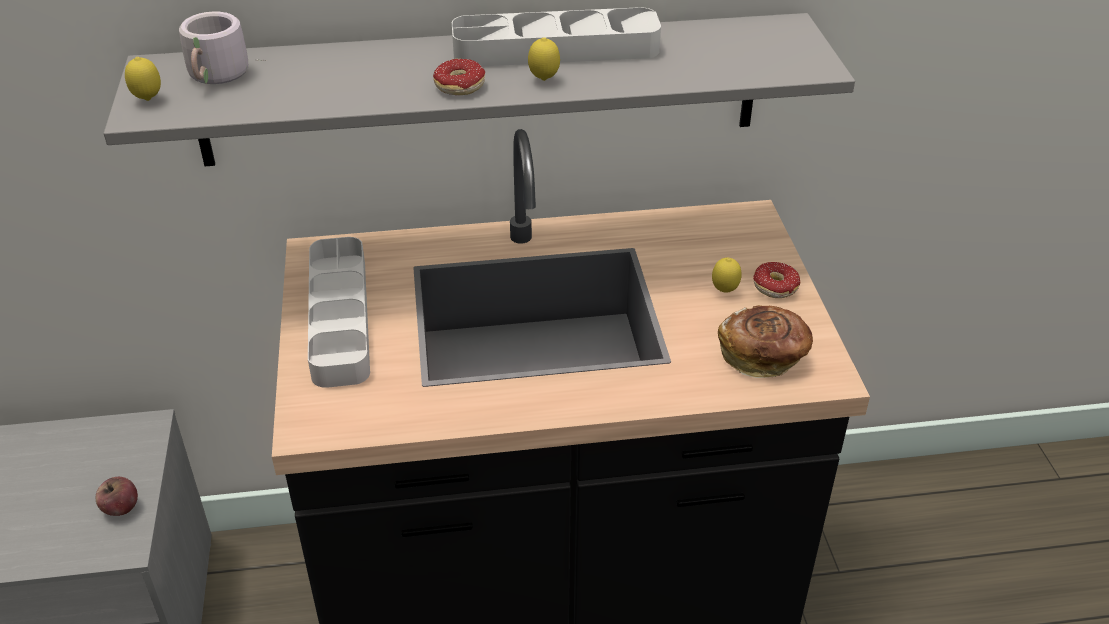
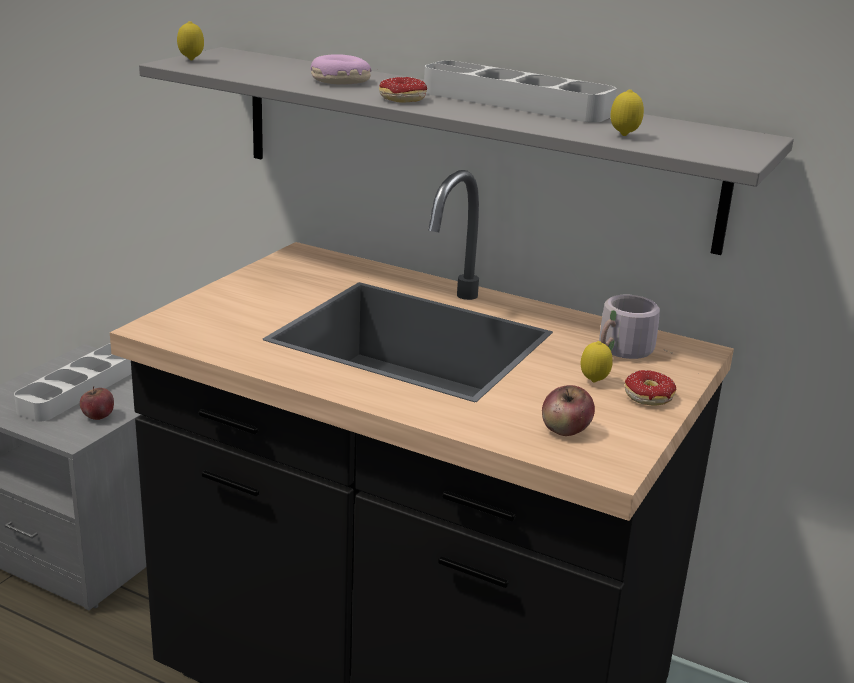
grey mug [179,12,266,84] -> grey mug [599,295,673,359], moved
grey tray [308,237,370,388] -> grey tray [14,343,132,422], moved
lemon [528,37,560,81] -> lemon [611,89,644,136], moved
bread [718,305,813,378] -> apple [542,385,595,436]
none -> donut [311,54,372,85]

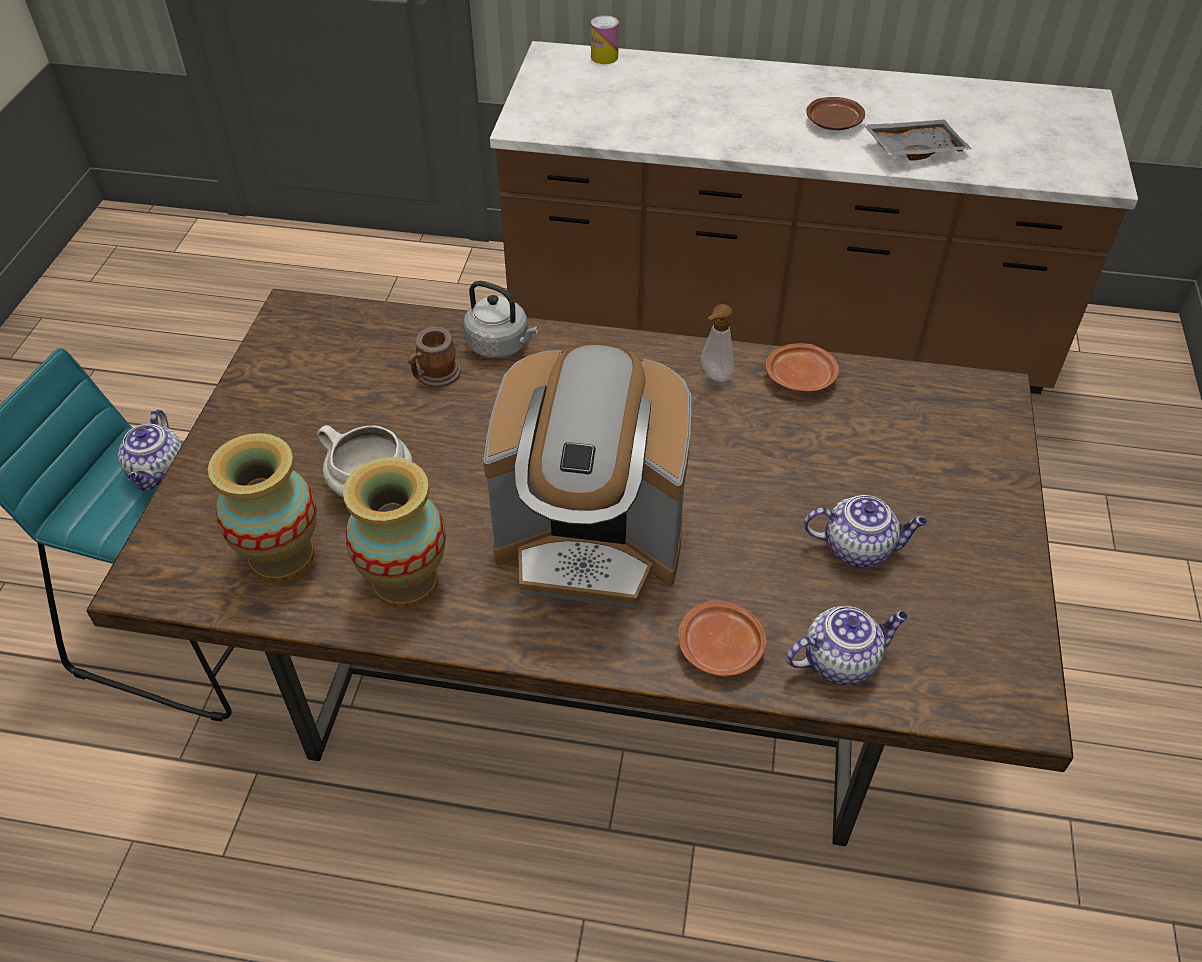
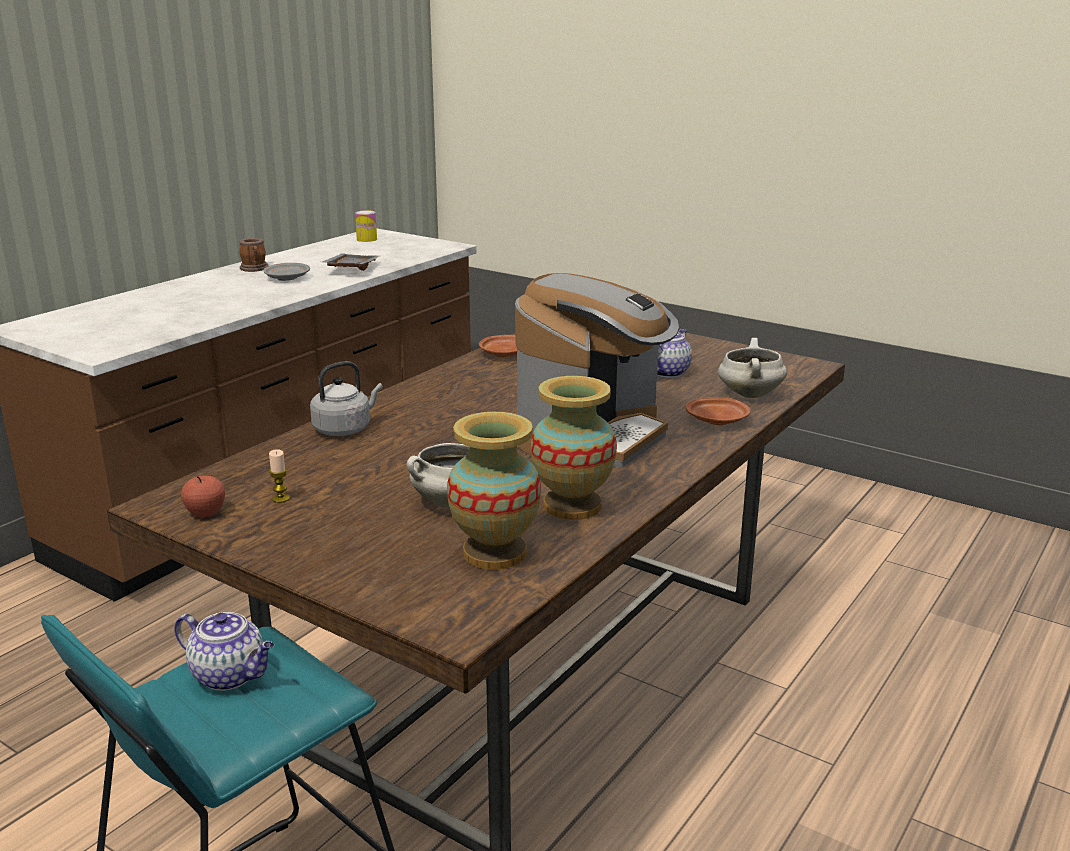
mug [408,327,461,387] -> mug [239,238,268,272], moved
can [591,15,619,64] -> can [355,210,377,242], moved
soap dispenser [701,304,734,382] -> none
teapot [786,606,908,685] -> white cooking pot [718,338,787,398]
brown plate [806,97,865,130] -> grey plate [263,263,310,281]
none -> apple [181,475,225,517]
none -> candle [269,449,290,503]

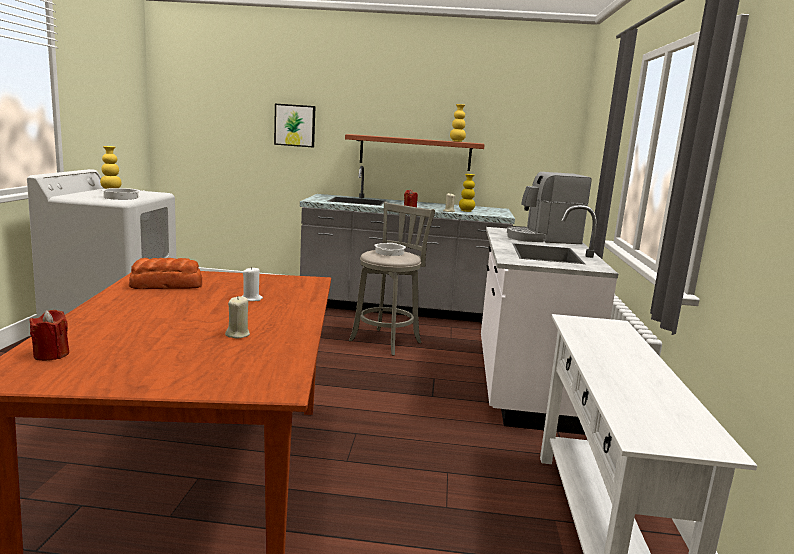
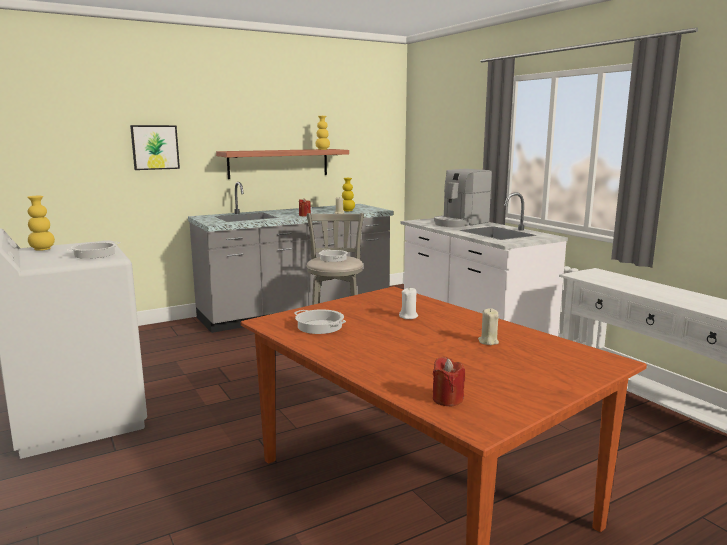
bread [129,258,202,289] -> cooking pot [294,309,346,334]

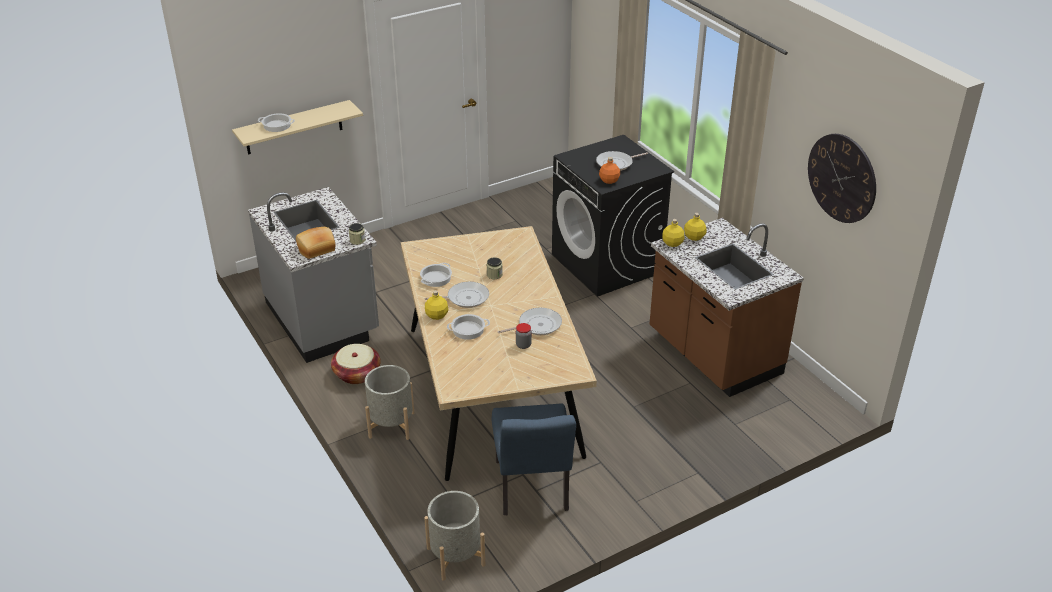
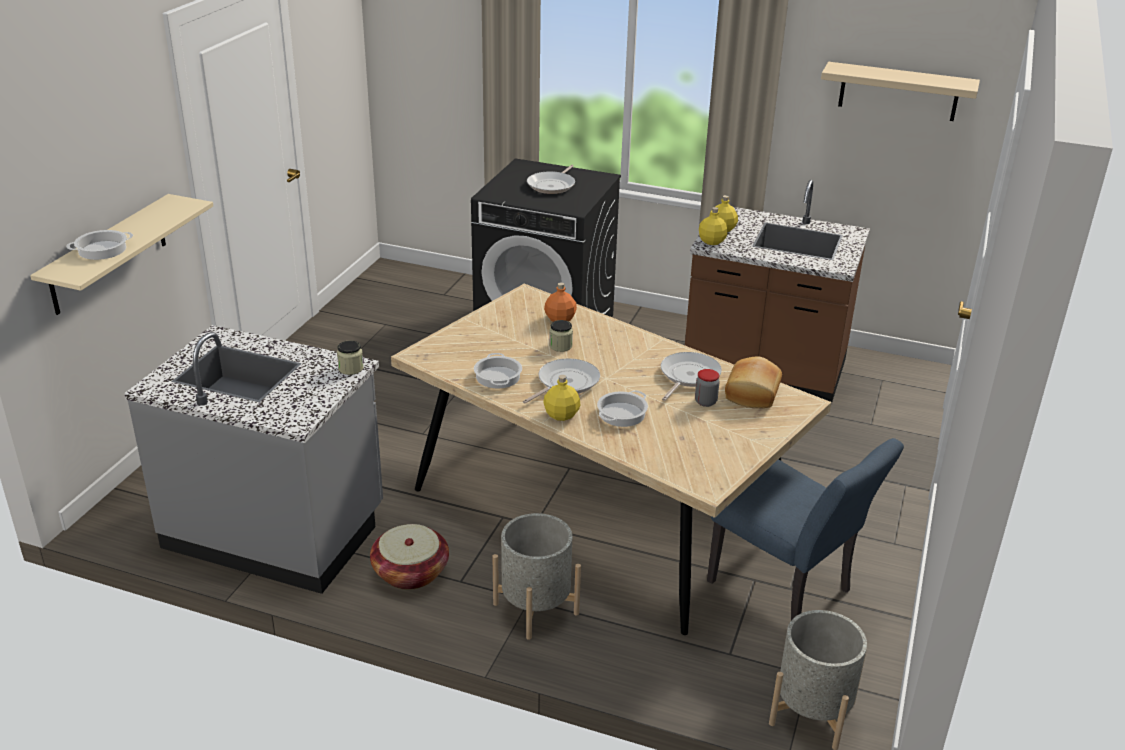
bread [296,227,336,259] -> bread [725,356,782,408], moved
orange bottle [599,157,620,184] -> orange bottle [544,283,577,322], moved
wall clock [808,134,876,223] -> beige shelf [821,62,980,121]

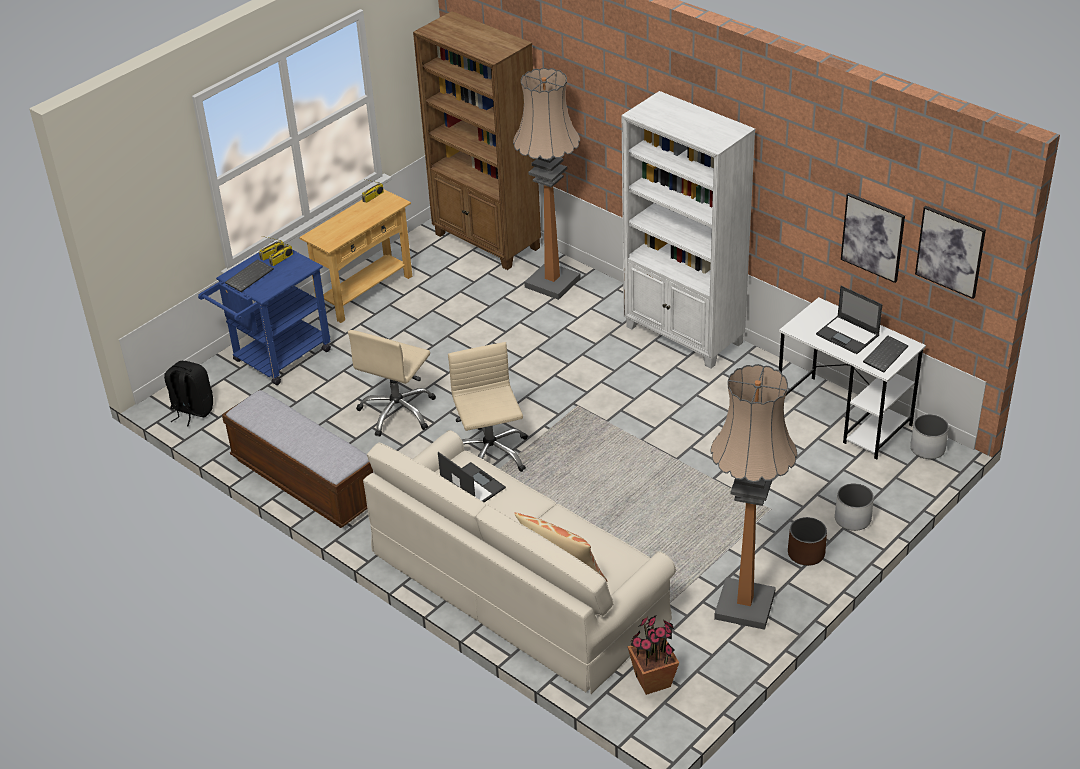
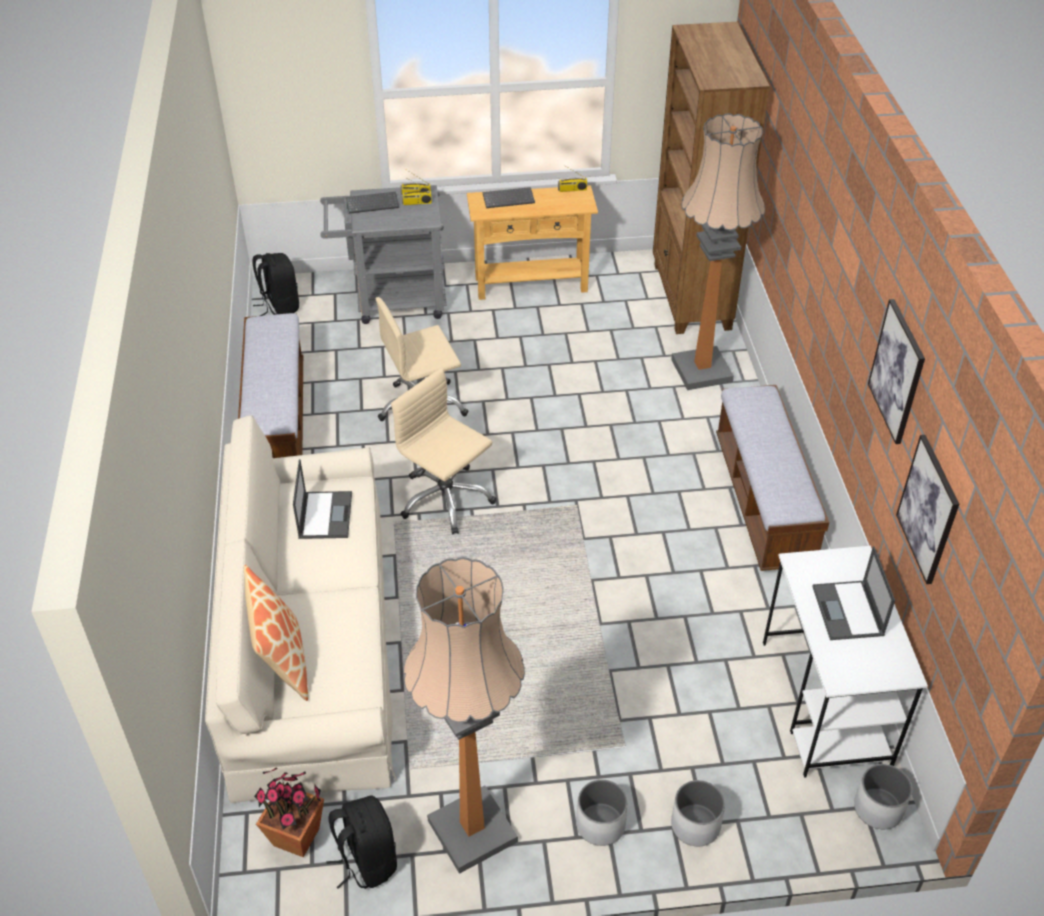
blue cart [198,242,331,385] -> grey cart [320,185,447,324]
beige office chair [448,342,528,472] -> beige office chair [391,368,496,535], 75 degrees counterclockwise
white bookcase [622,91,755,369] -> bench [716,385,829,571]
brown planter [788,517,827,566] -> white planter [576,779,628,846]
keyboard [863,336,908,373] -> keyboard [483,187,535,208], moved
picture [915,206,986,299] -> picture [868,299,925,444], moved
none -> black backpack [326,795,397,889]

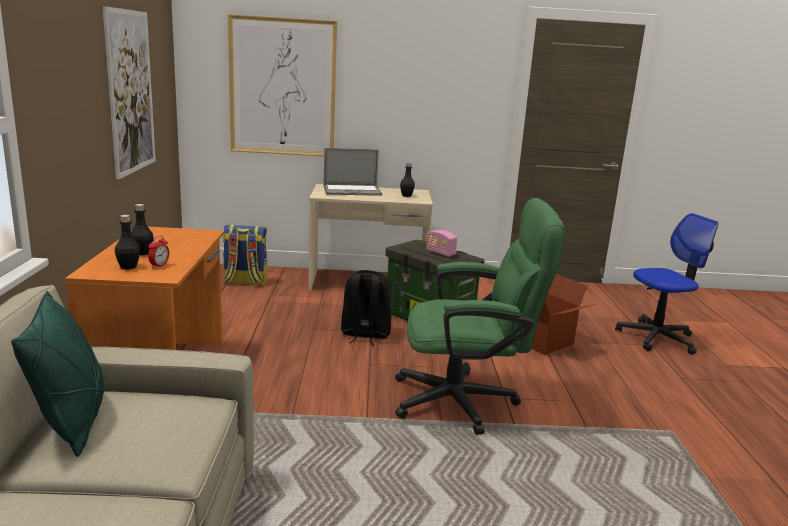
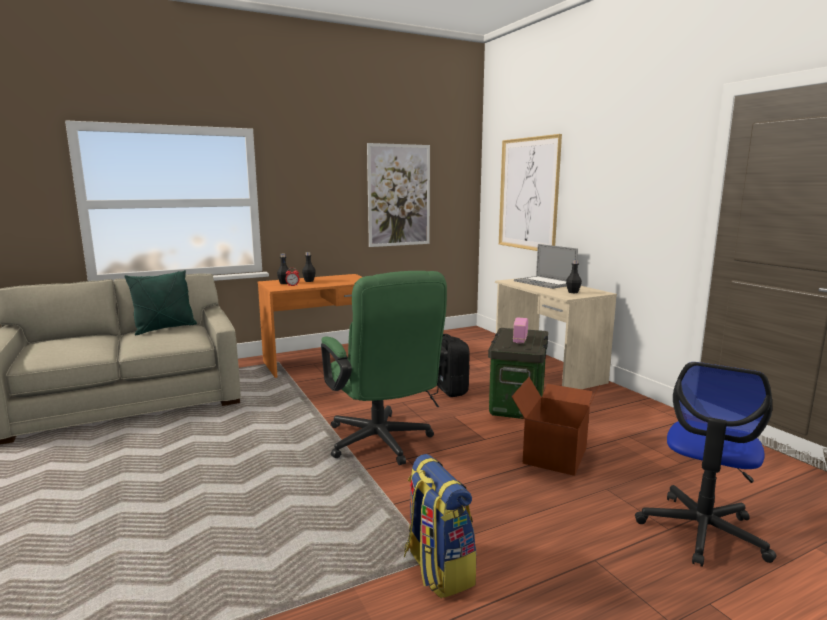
backpack [223,225,267,286] -> backpack [404,454,477,599], moved
office chair [615,213,718,355] -> office chair [635,362,776,567], 75 degrees clockwise

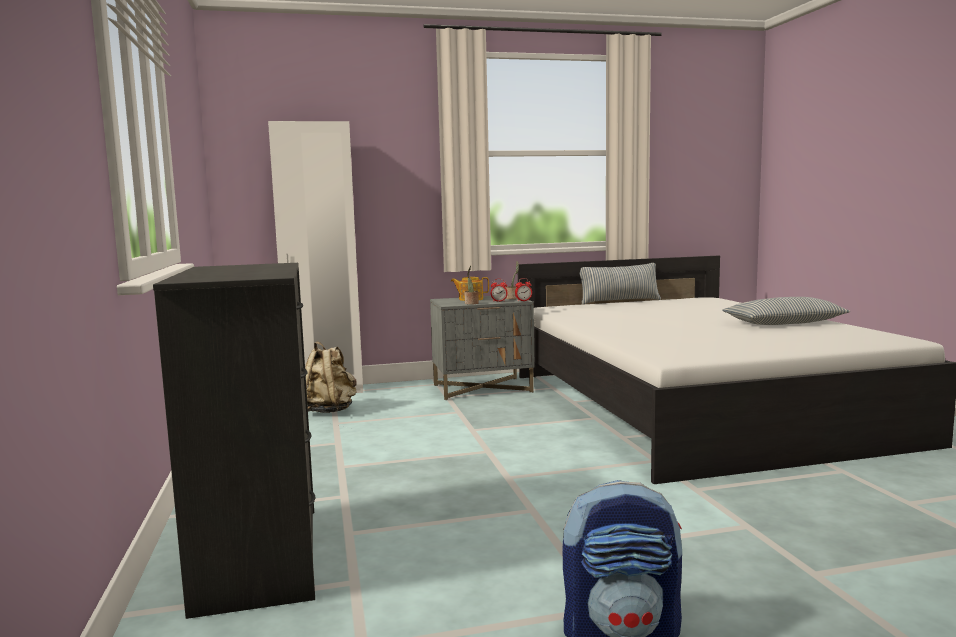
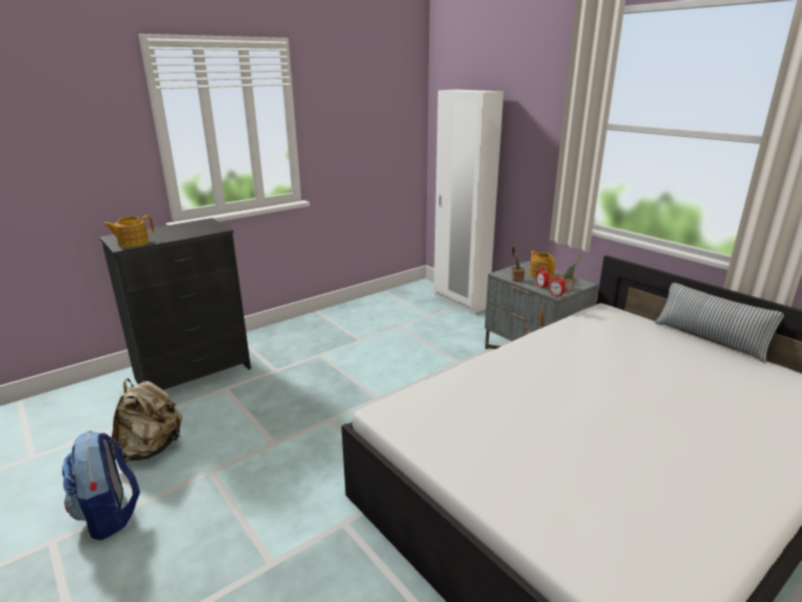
beige backpack [305,342,357,413] -> beige backpack [110,379,182,463], moved
pillow [722,297,850,325] -> none
none -> teapot [103,215,154,247]

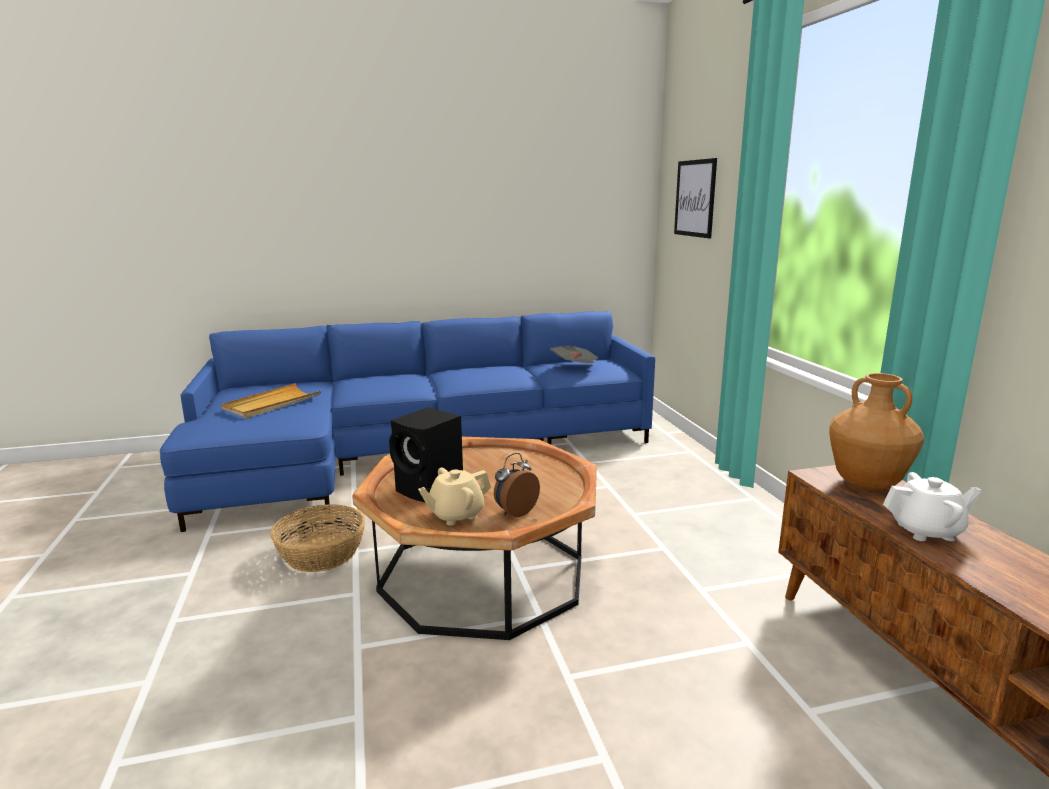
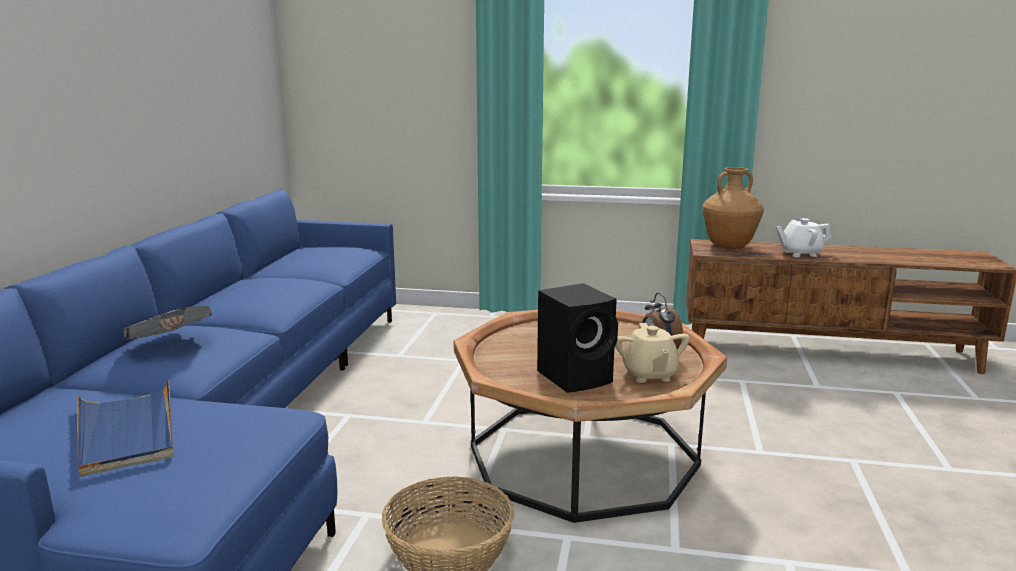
beige tray [221,383,321,418] -> blue tray [77,380,174,477]
newspaper [550,345,598,363] -> newspaper [123,306,212,339], moved
picture [674,158,717,238] -> none
white teapot [883,472,982,541] -> white teapot [776,218,831,257], 120 degrees counterclockwise

